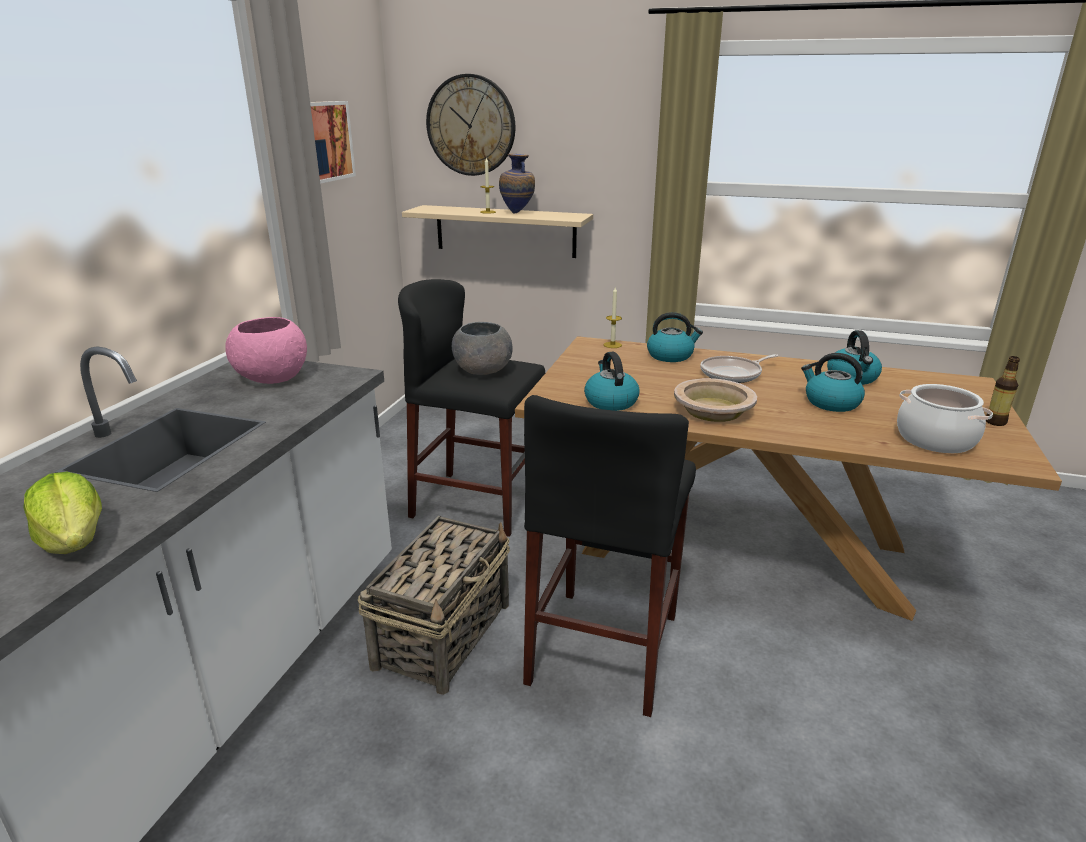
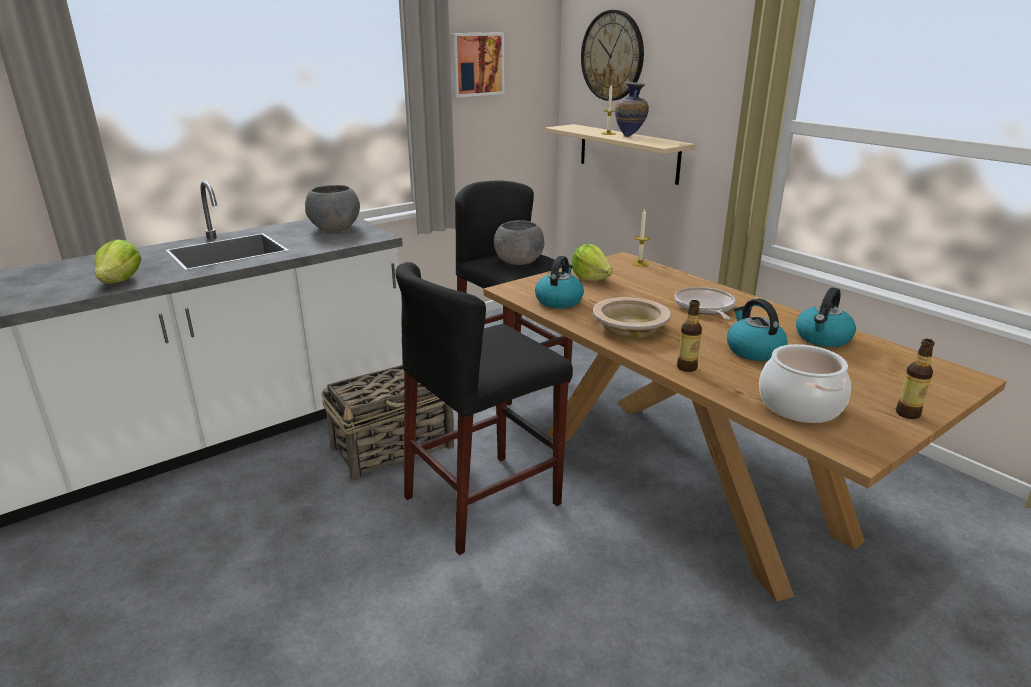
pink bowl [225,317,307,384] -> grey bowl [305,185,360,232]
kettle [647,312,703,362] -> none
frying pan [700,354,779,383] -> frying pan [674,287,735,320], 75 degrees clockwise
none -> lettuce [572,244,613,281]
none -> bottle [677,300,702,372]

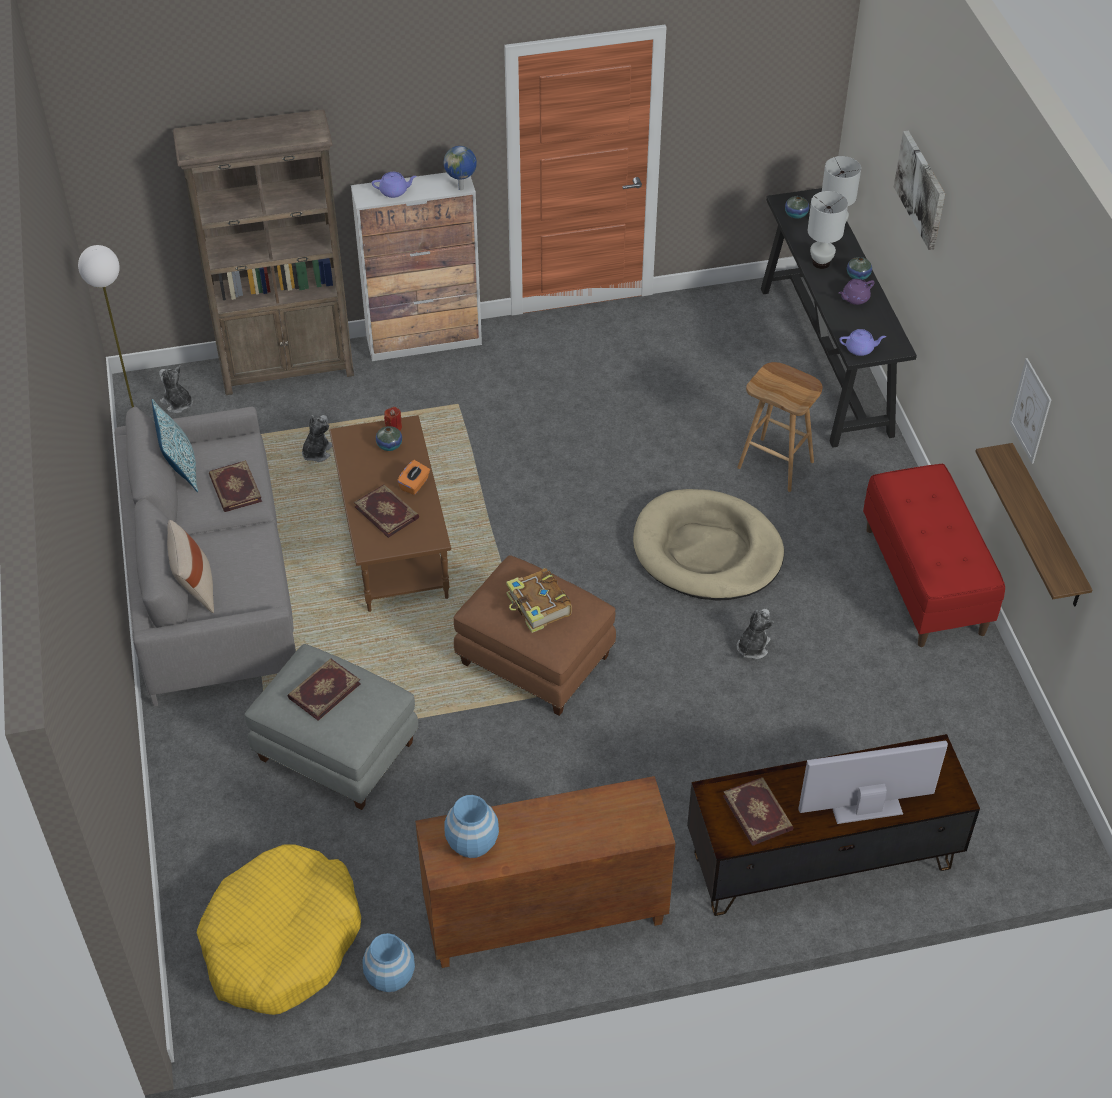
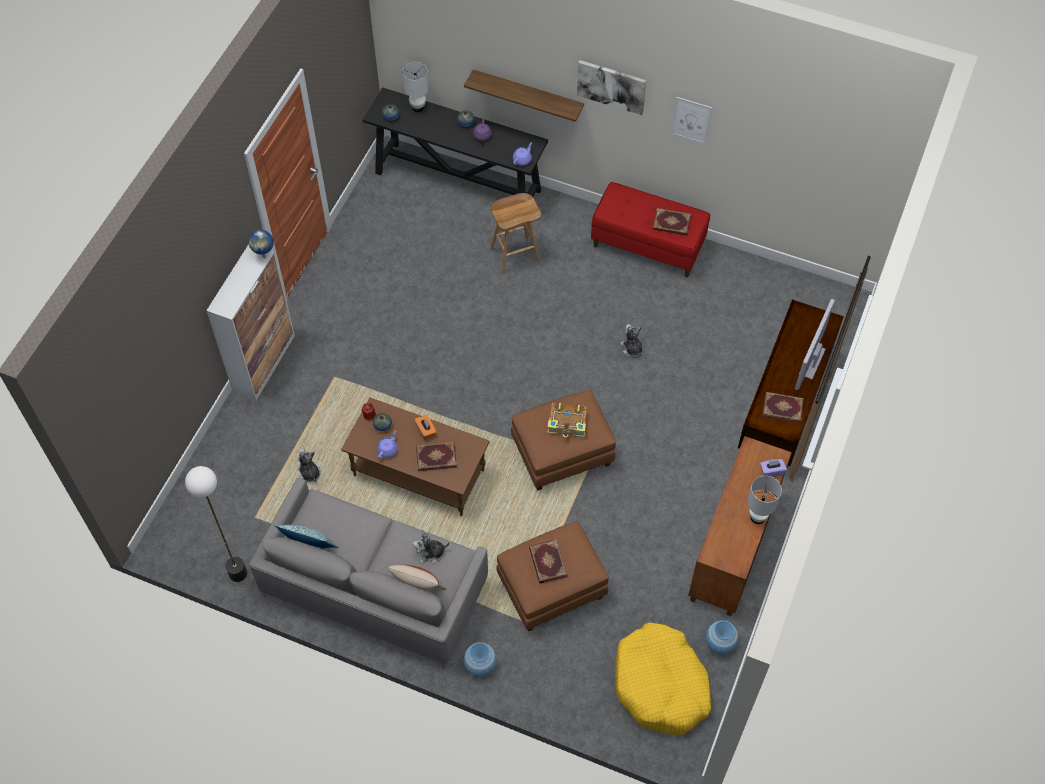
plush toy [159,365,193,413] -> plush toy [413,530,449,564], moved
brown bookcase [173,109,354,395] -> none
book [209,460,262,512] -> book [653,208,691,235], moved
grey ottoman [245,644,418,810] -> brown ottoman [496,521,609,631]
purple teapot [372,172,416,198] -> purple teapot [377,430,398,459], moved
blue vase [444,795,499,858] -> blue vase [464,642,497,677], moved
beige dog bed [633,489,784,601] -> none
white table lamp [808,191,848,269] -> white table lamp [748,476,782,524], moved
picture [894,131,945,250] -> picture [577,60,646,115], moved
shelf [975,443,1092,607] -> shelf [464,69,584,122], moved
none -> purple tissue box [760,459,787,477]

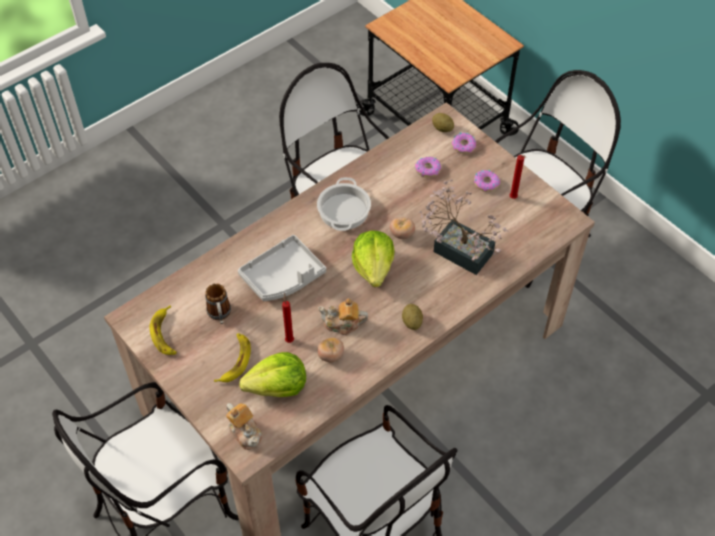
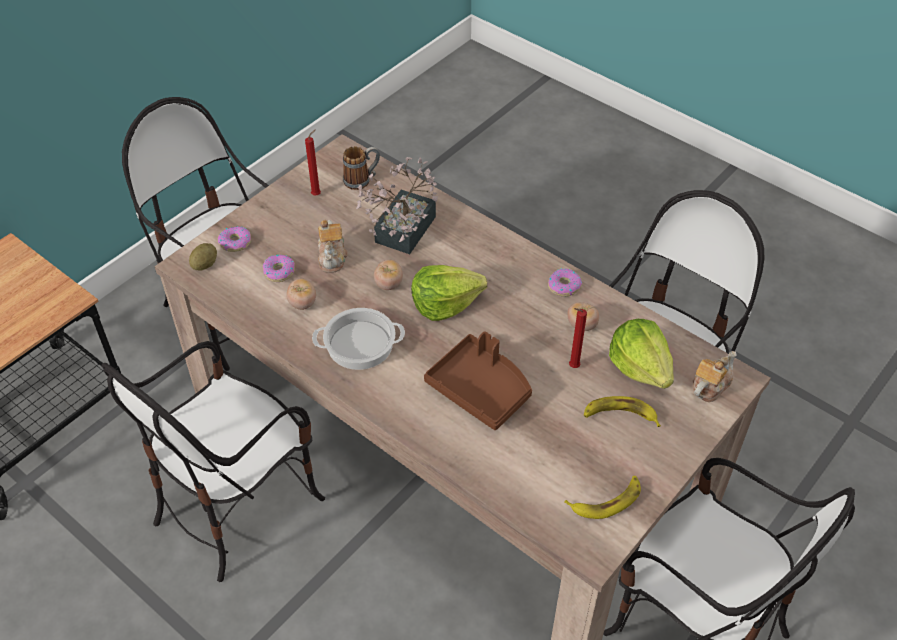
mug [205,283,231,324] -> mug [343,146,380,190], moved
grey tray [238,235,326,301] -> brown tray [424,332,532,430]
teapot [318,298,368,335] -> teapot [318,220,348,273], moved
potato [402,304,423,330] -> none
donut [474,170,500,192] -> donut [548,268,582,297], moved
none -> tomato [286,278,316,310]

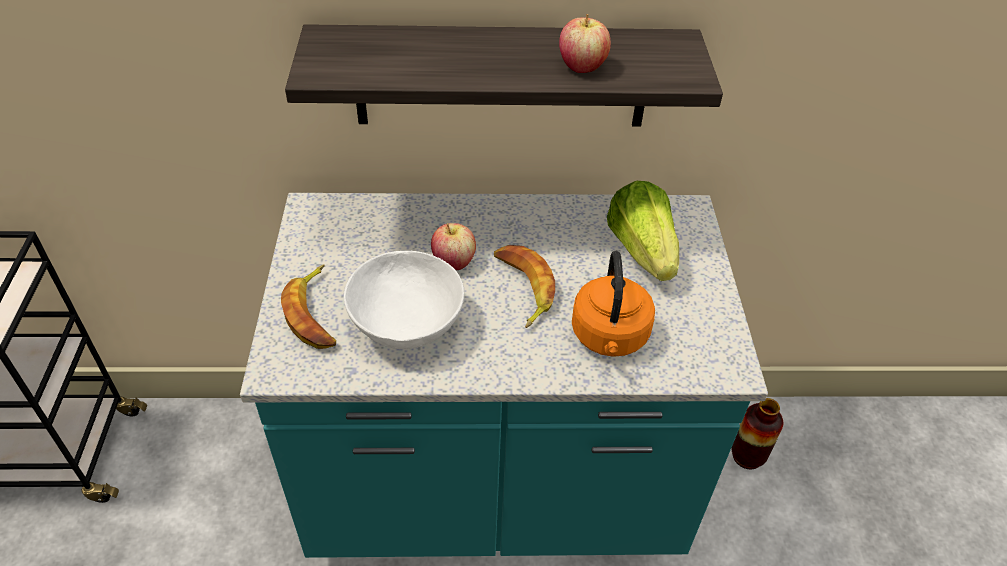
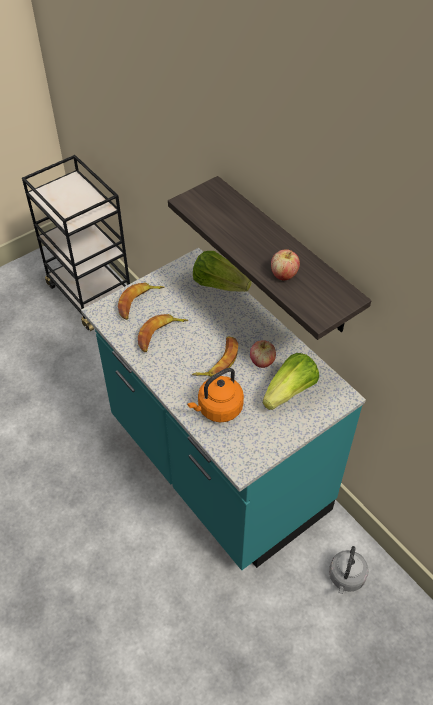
white bowl [344,251,464,349] -> banana [138,314,188,352]
apple [431,223,476,270] -> apple [250,340,276,368], moved
vase [731,398,784,469] -> grey kettle [329,546,369,594]
none -> lettuce [193,251,252,292]

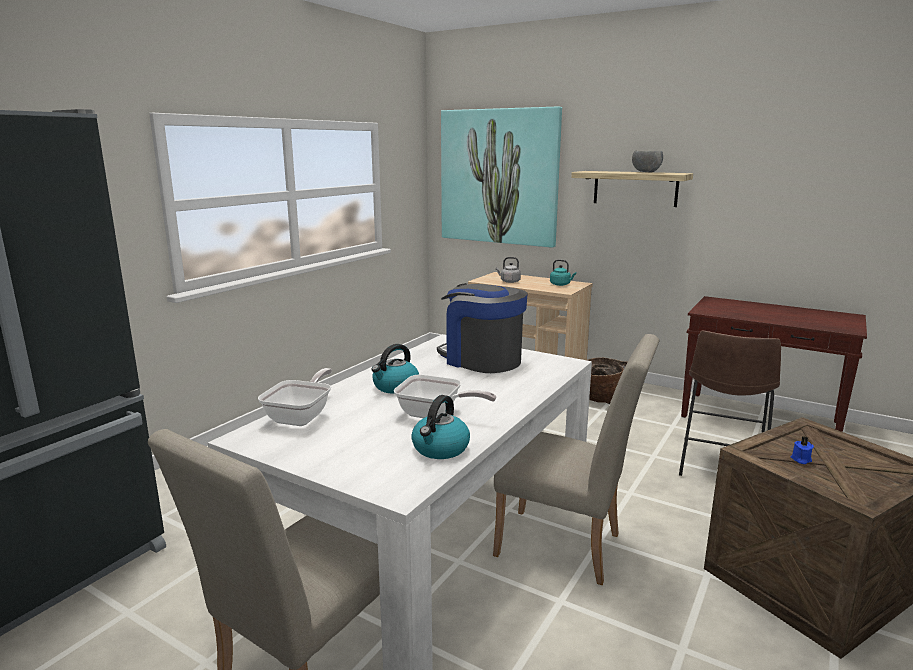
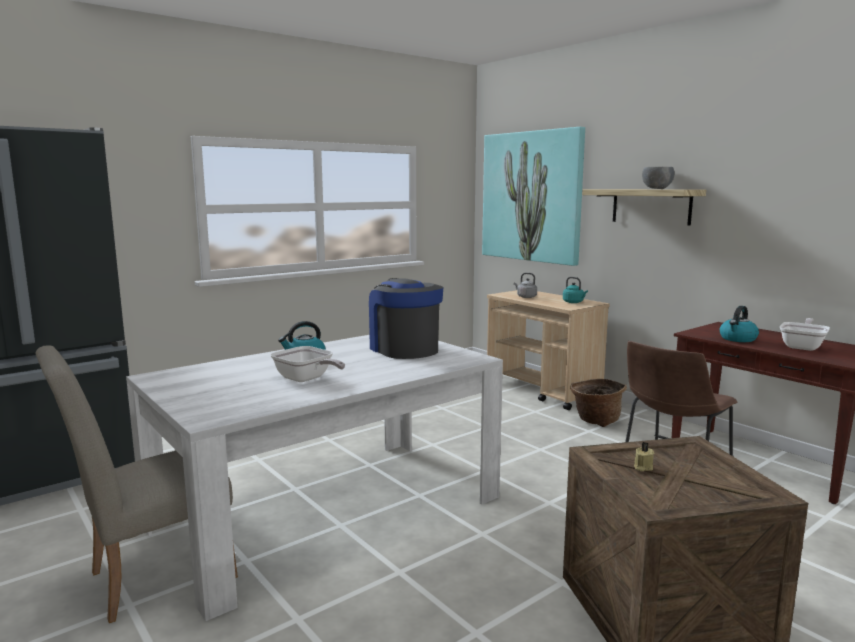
frying pan [258,368,332,426] -> frying pan [780,318,830,351], moved
kettle [411,395,470,459] -> kettle [720,306,759,342], moved
beige chair [493,334,659,585] -> none
blue candle [791,436,814,464] -> beige candle [634,442,655,471]

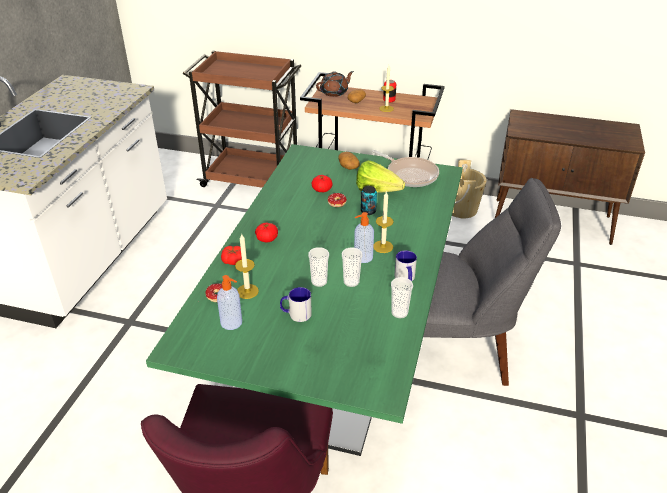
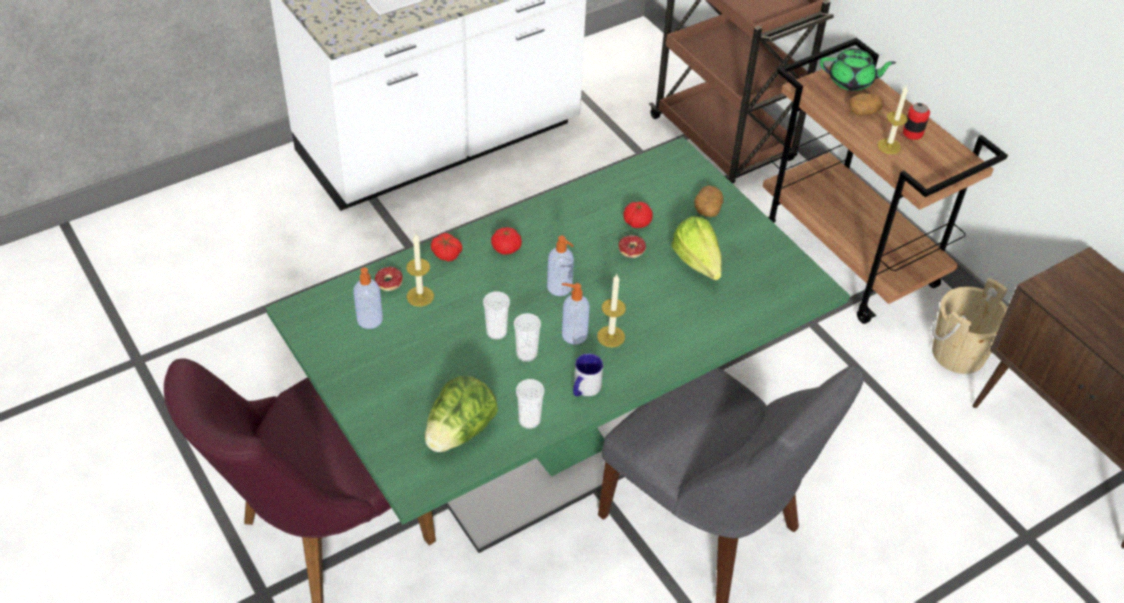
mug [280,287,312,322] -> none
brown teapot [316,71,354,97] -> green teapot [820,48,896,91]
can [361,186,377,215] -> none
frying pan [372,150,439,187] -> none
none -> lettuce [425,376,498,452]
none -> soap dispenser [547,236,574,296]

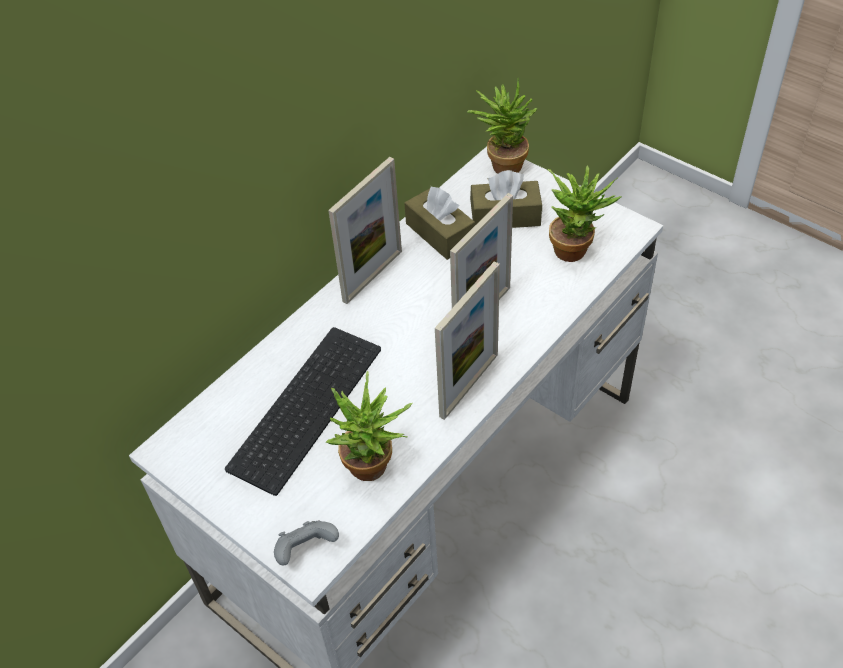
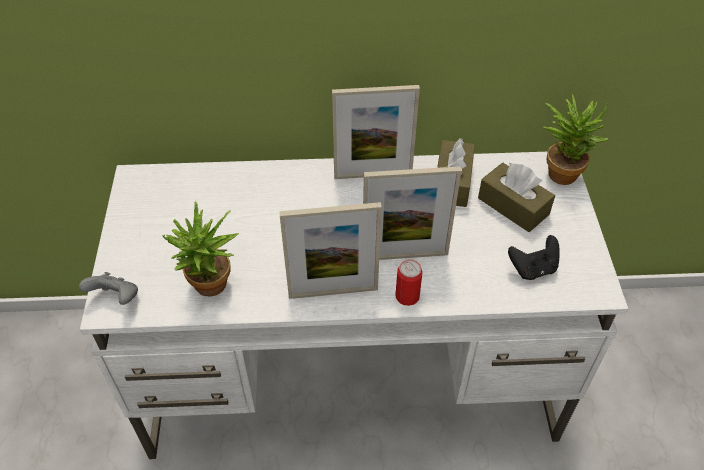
keyboard [225,327,381,496] -> none
potted plant [548,165,622,262] -> black game controller [508,235,560,280]
none -> can [395,259,423,306]

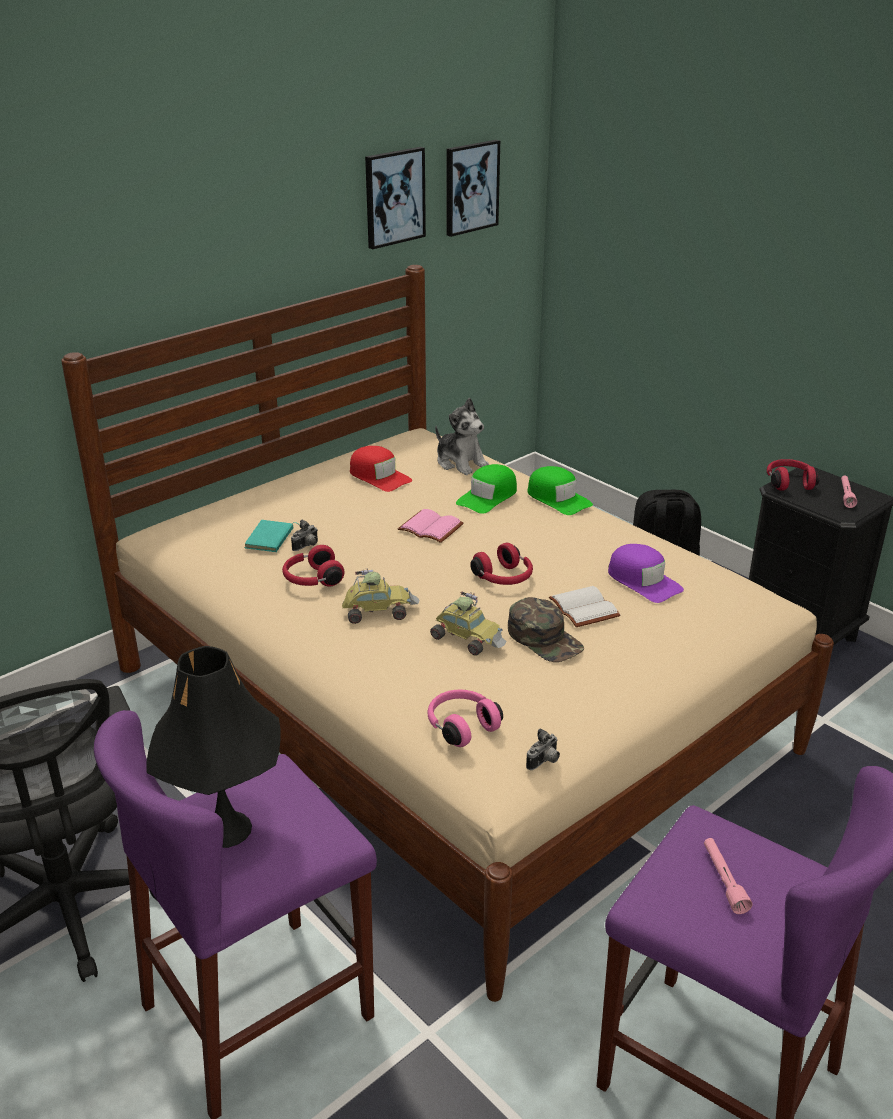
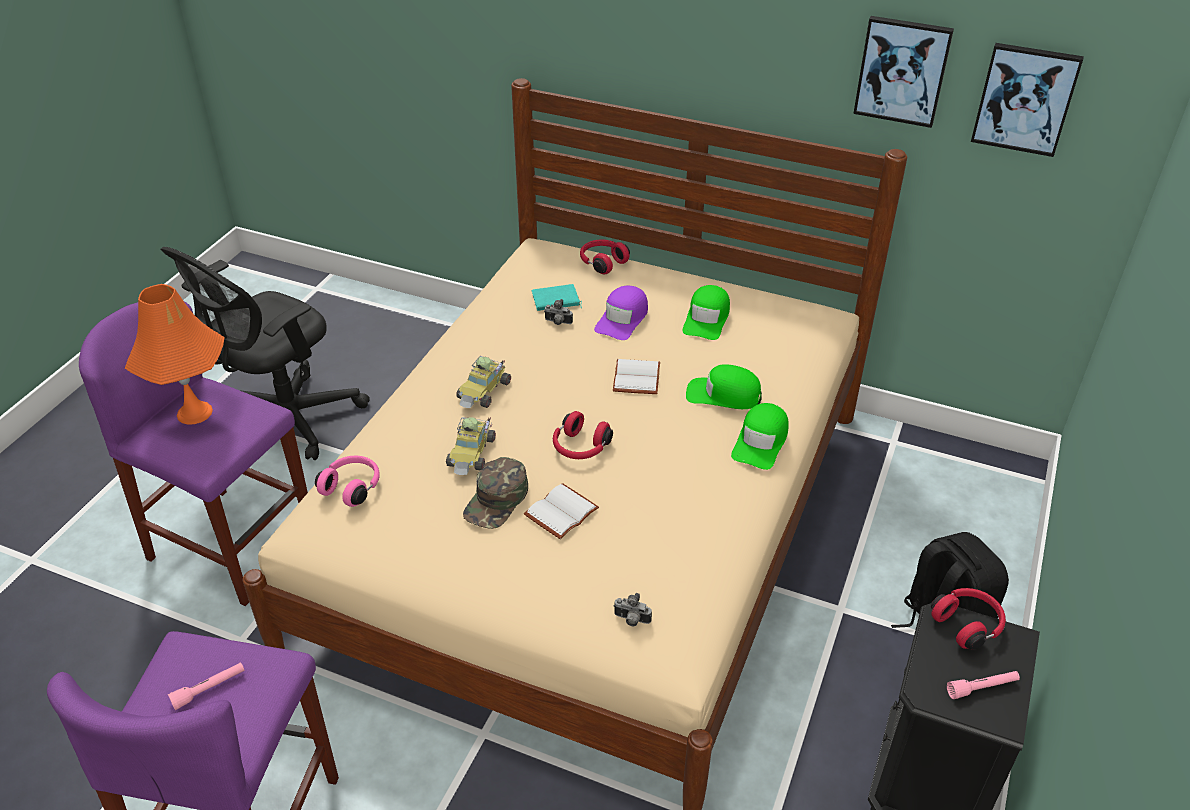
black table lamp [146,646,281,848] -> orange table lamp [125,284,225,425]
red headphones [282,545,344,586] -> red headphones [580,239,630,275], moved
toy car [342,570,419,624] -> toy car [456,356,511,408], 60 degrees clockwise
red cap [350,446,412,492] -> green cap [682,285,730,340]
pink book [398,509,464,543] -> white book [613,359,660,394]
plush toy [435,398,489,475] -> none
photo camera [526,728,560,770] -> photo camera [613,593,652,626], moved
purple cap [608,544,684,603] -> purple cap [594,286,648,340], moved

